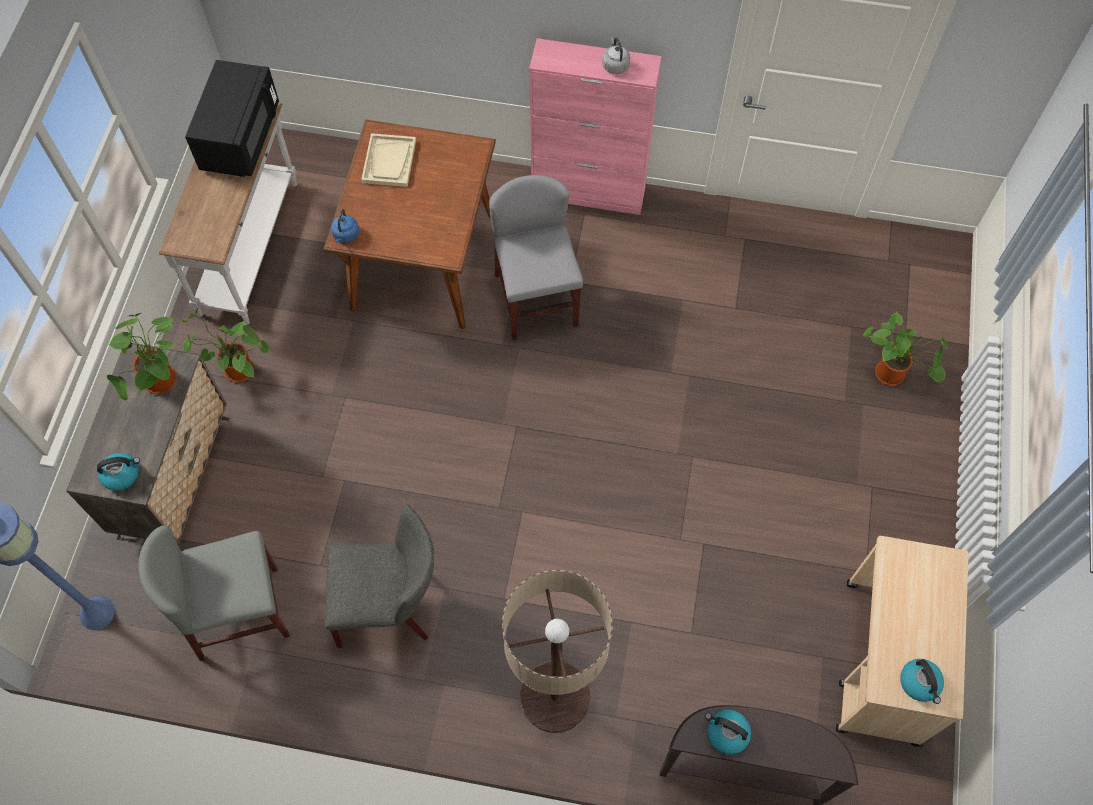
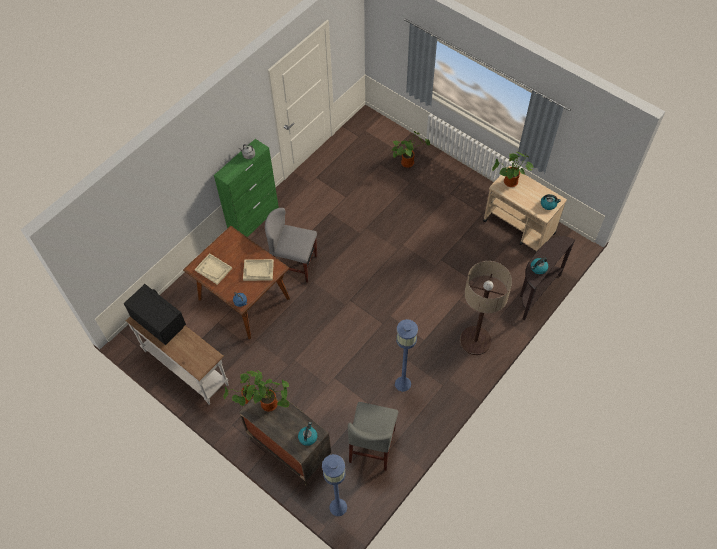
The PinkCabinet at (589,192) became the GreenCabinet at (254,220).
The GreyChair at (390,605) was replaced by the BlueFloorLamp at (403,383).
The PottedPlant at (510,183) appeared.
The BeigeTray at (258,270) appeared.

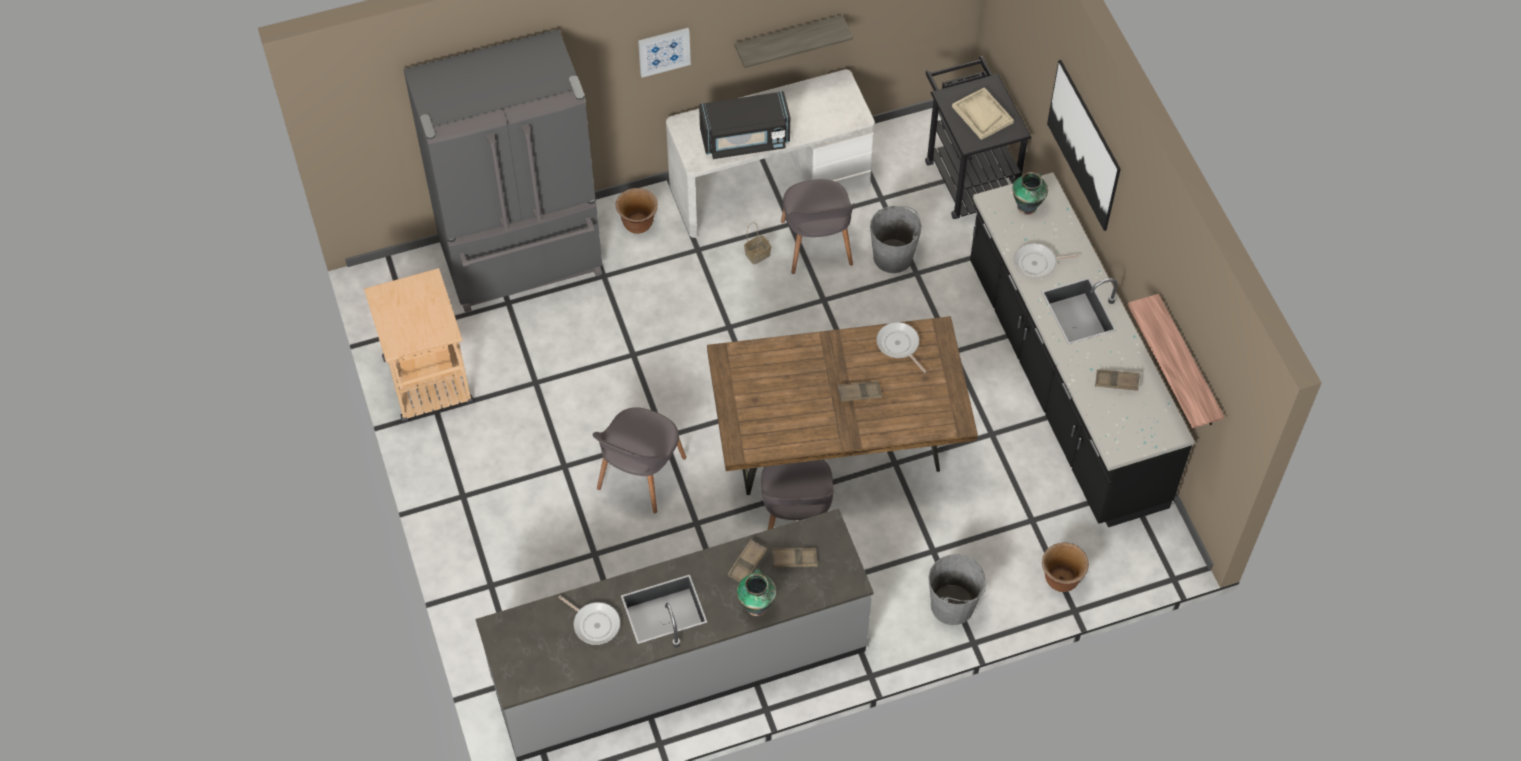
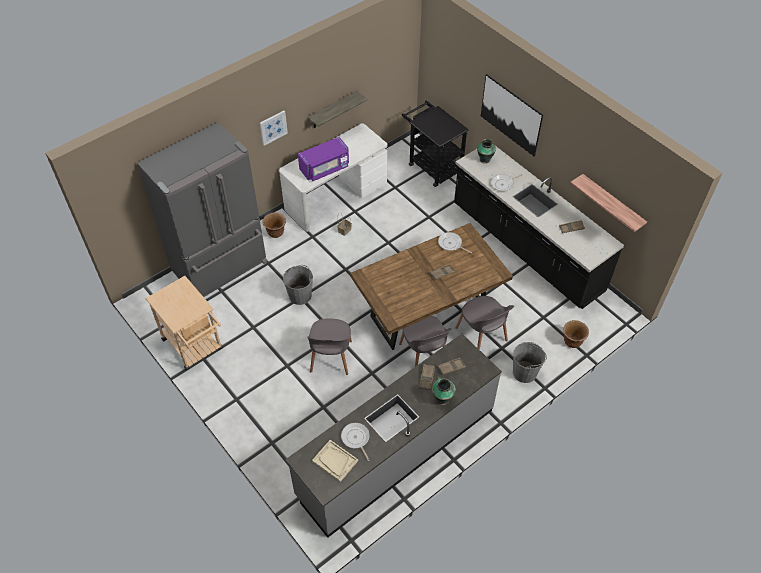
The BeigeTray moved from (982,115) to (335,461).
The BlackMicrowave at (745,139) became the PurpleMicrowave at (325,168).
The GreyChair moved from (816,245) to (482,335).
The GreyBucket moved from (893,256) to (300,295).
The FryingPan at (594,623) turned 135 degrees counterclockwise.

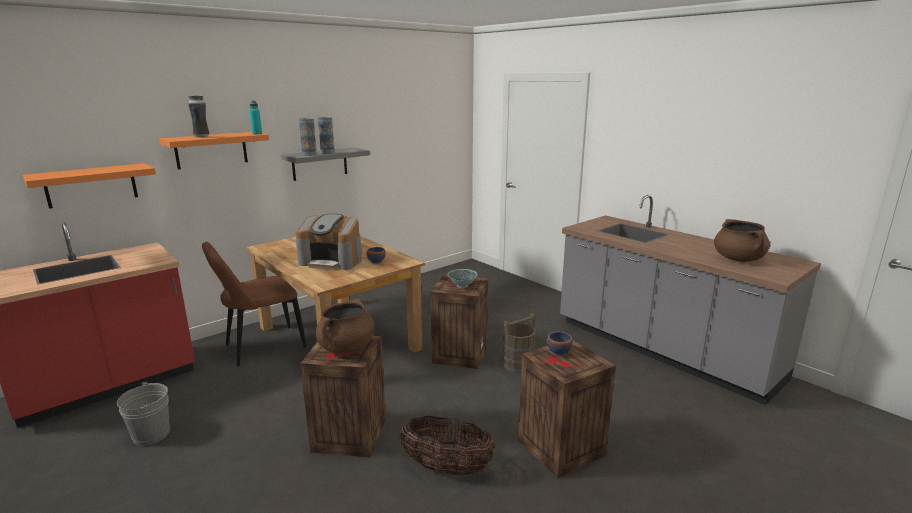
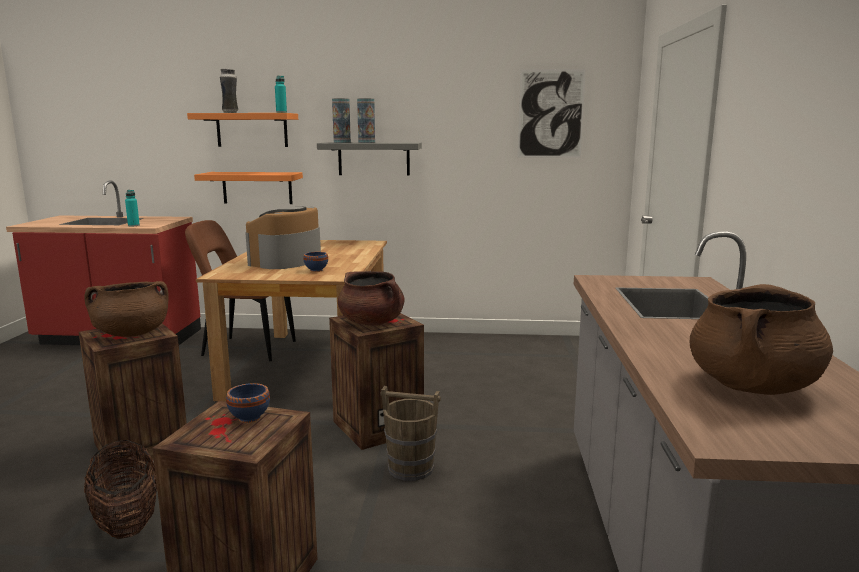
The OrangeShelf moved from (91,185) to (257,188).
The CoffeeMachine at (332,261) turned 60 degrees clockwise.
The Bowl at (462,286) was replaced by the BrownCookingPot at (372,322).
The GreyBucket at (151,434) disappeared.
The Picture at (550,114) appeared.
The TurquoiseBottle at (133,225) appeared.

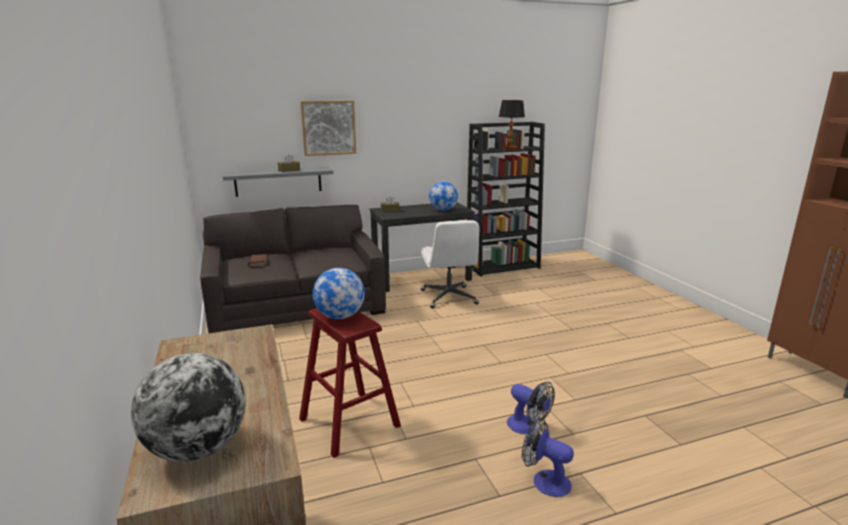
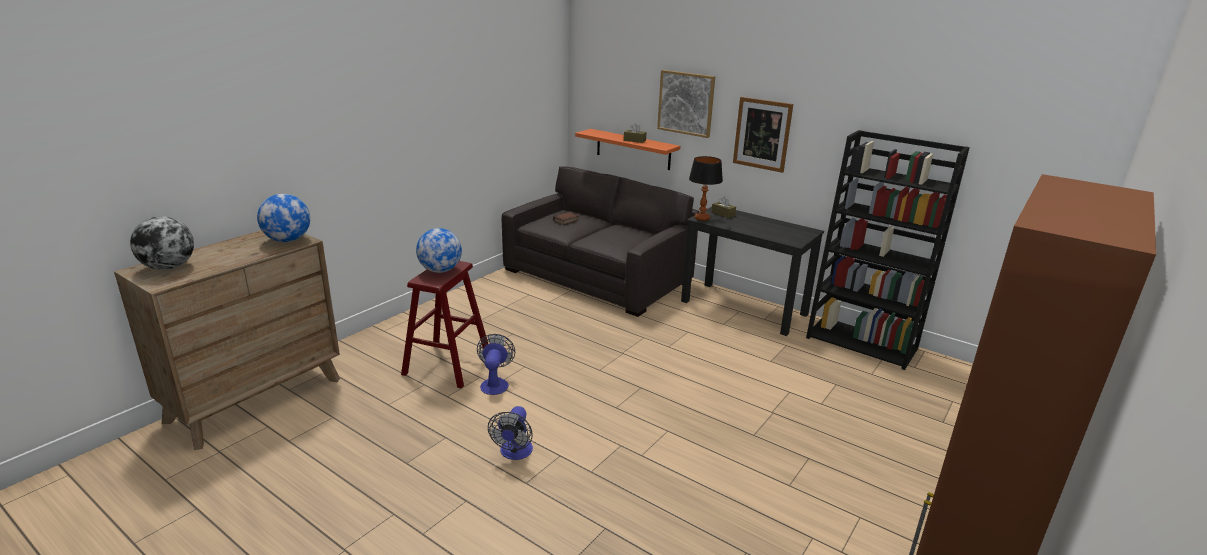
The TableLamp moved from (510,148) to (702,218).
The GreyShelf at (278,181) became the OrangeShelf at (633,149).
The Globe moved from (443,210) to (288,240).
The WhiteOfficeChair at (449,297) disappeared.
The Fan moved from (545,480) to (495,383).
The Picture at (762,134) appeared.

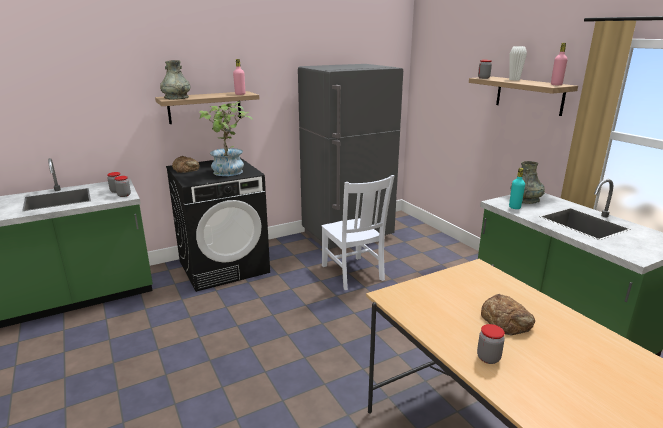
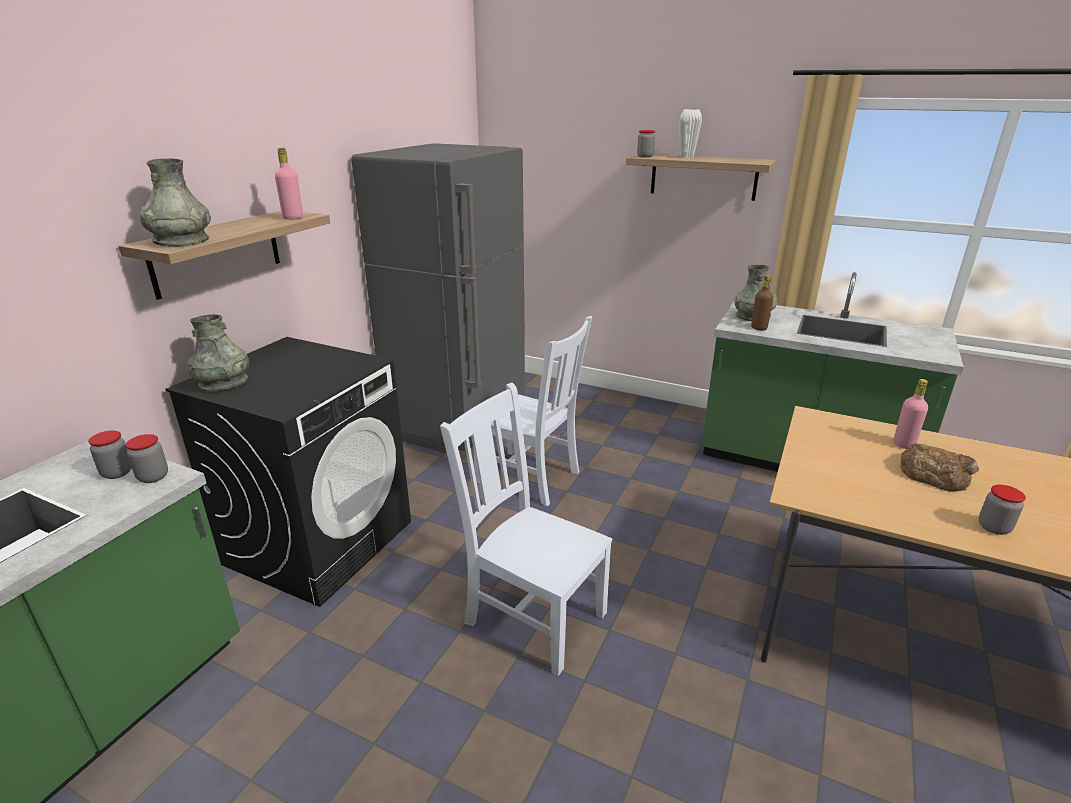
The PinkBottle moved from (556,84) to (903,444).
The PottedPlant at (229,173) disappeared.
The Bread at (186,168) was replaced by the GreyVase at (224,383).
The TurquoiseBottle at (514,207) became the BrownBottle at (759,328).
The WhiteChair at (532,615) appeared.

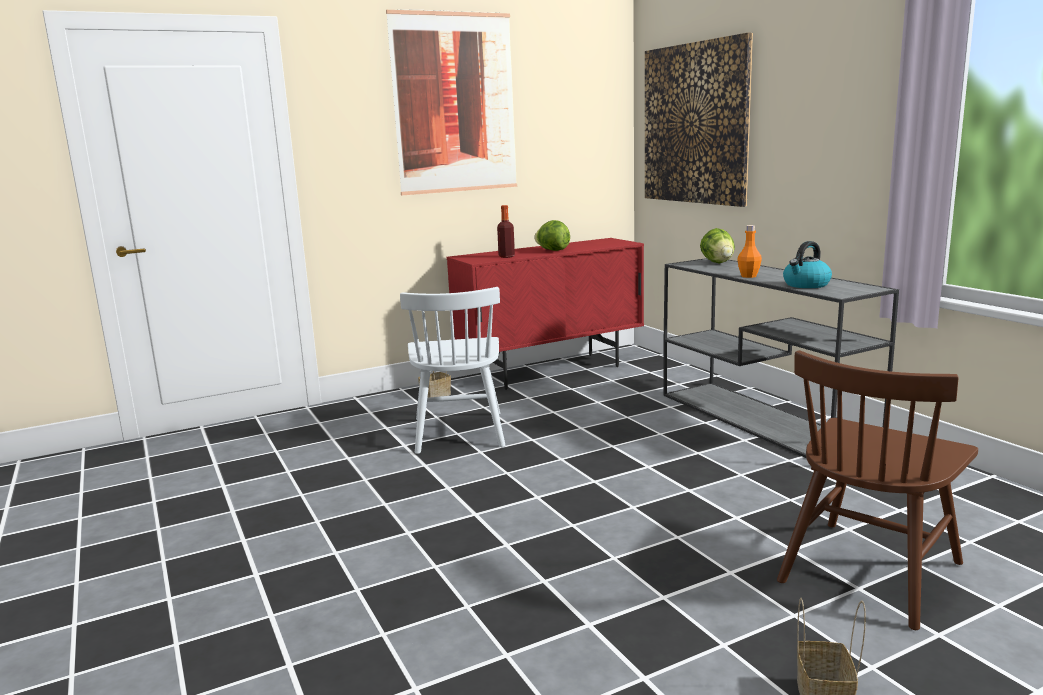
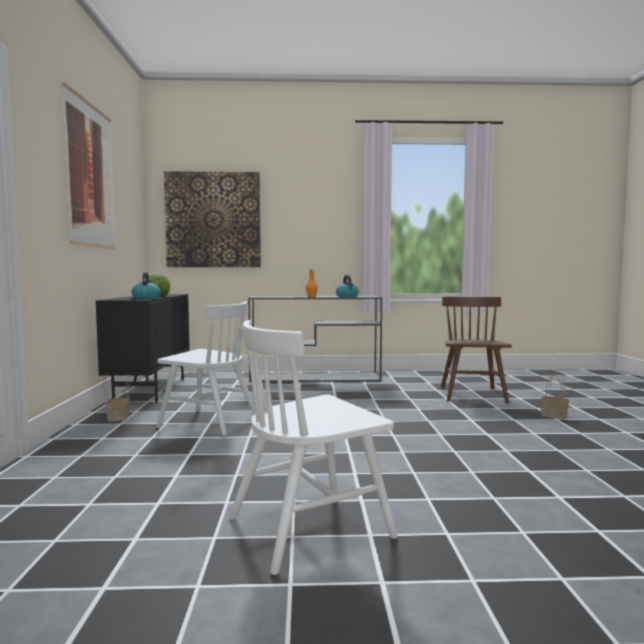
The Bottle at (506,256) was replaced by the Kettle at (146,298).
The Lettuce at (718,263) disappeared.
The RedCabinet at (551,371) became the BlackCabinet at (151,390).
The BrownChair at (869,571) turned 150 degrees counterclockwise.
The WhiteChair at (310,527) appeared.

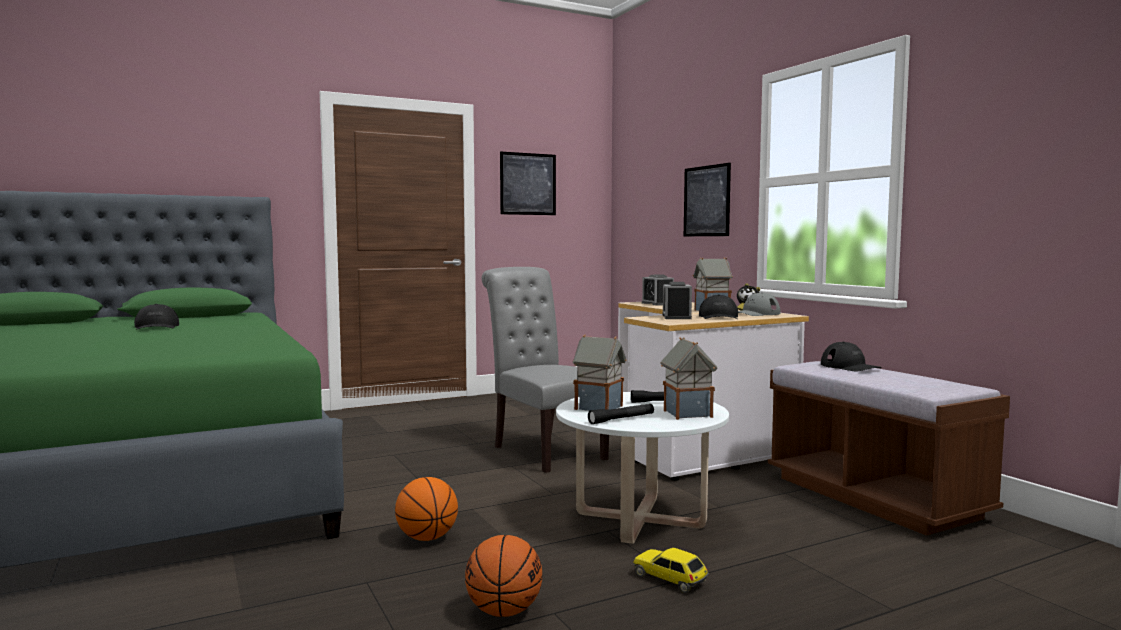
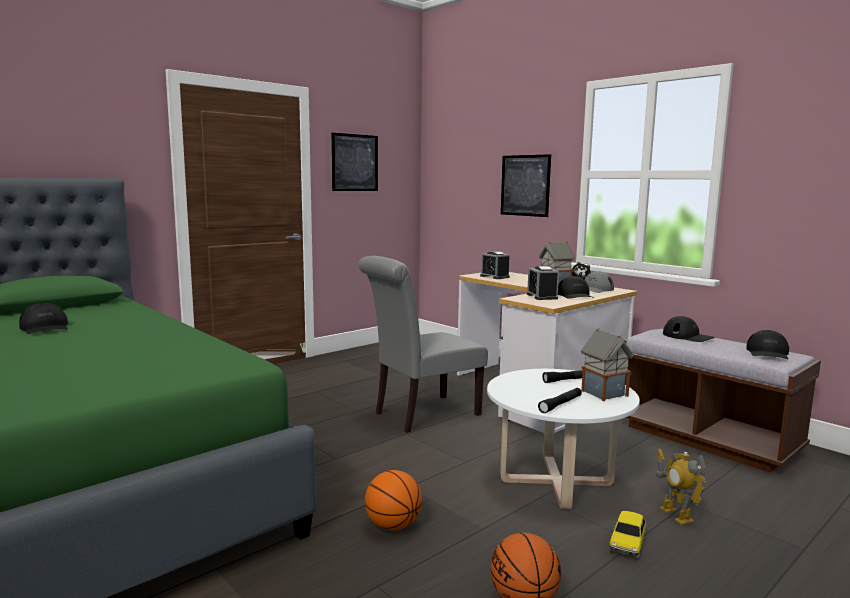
The GreyChair at (544,451) turned 75 degrees counterclockwise.
The ToyHouse at (600,408) disappeared.
The ToyCar at (670,579) turned 90 degrees counterclockwise.
The BlackCap at (768,353) appeared.
The ToyRobot at (676,515) appeared.

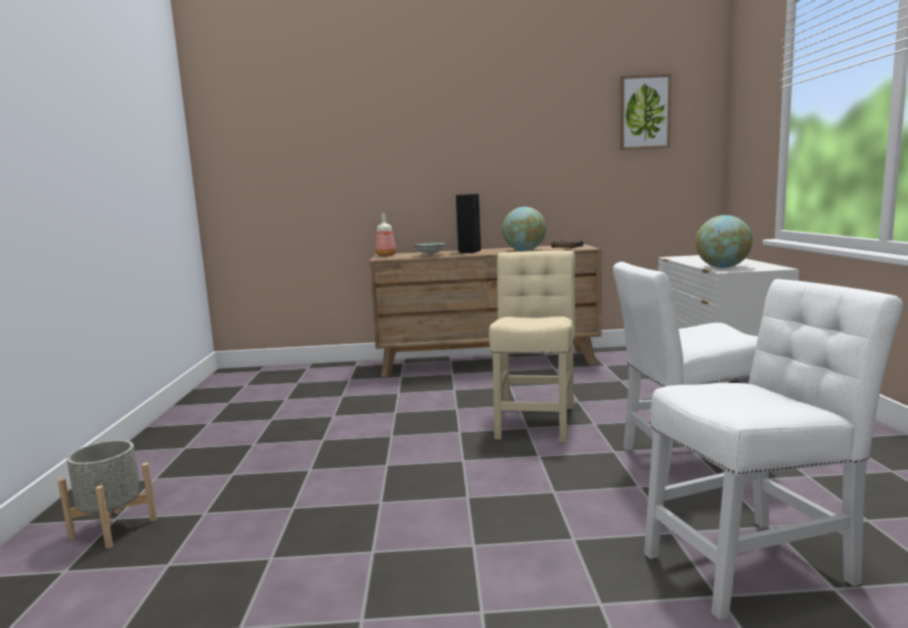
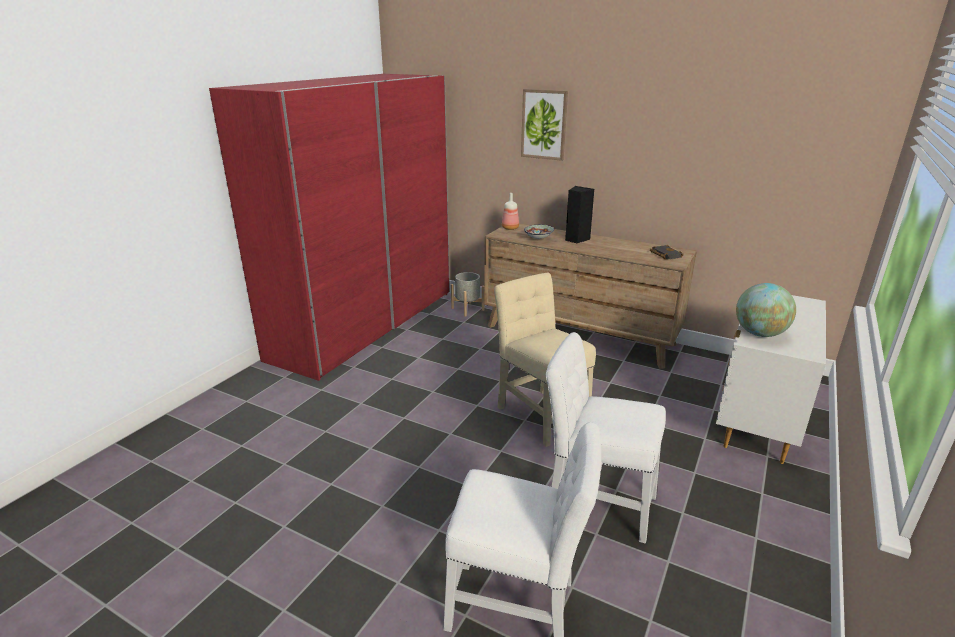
The Picture moved from (644,112) to (544,124).
The Globe at (524,250) disappeared.
The BeigeChair at (535,419) turned 75 degrees counterclockwise.
The GreyPlanter moved from (113,528) to (467,309).
The RedWardrobe at (365,324) appeared.

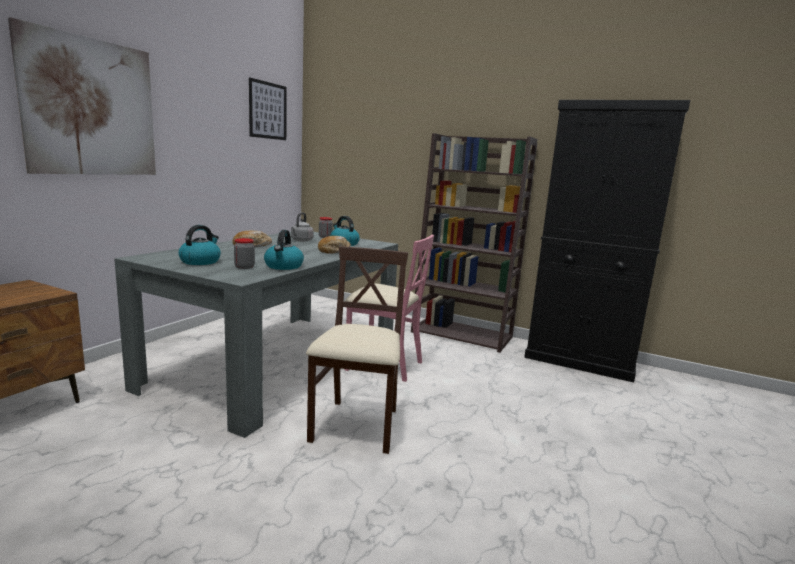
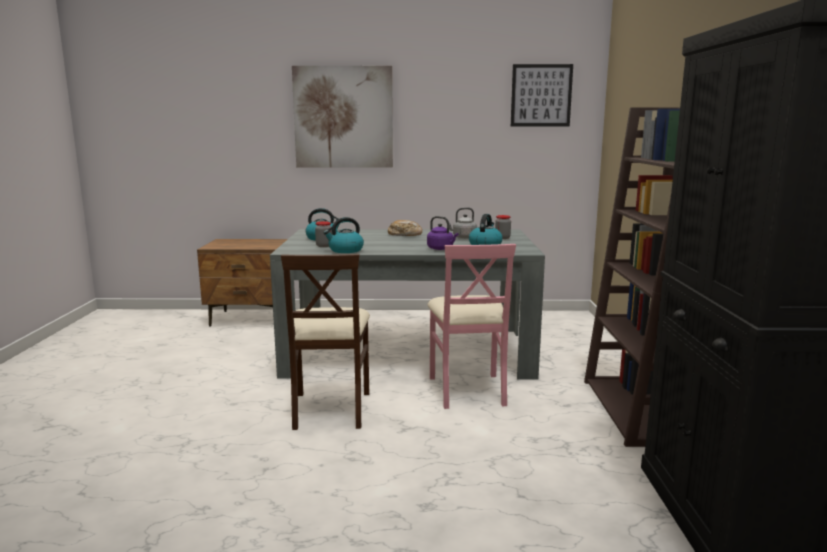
The Bread at (334,251) was replaced by the PurpleKettle at (441,248).
The BeigeChair at (357,426) turned 105 degrees clockwise.

